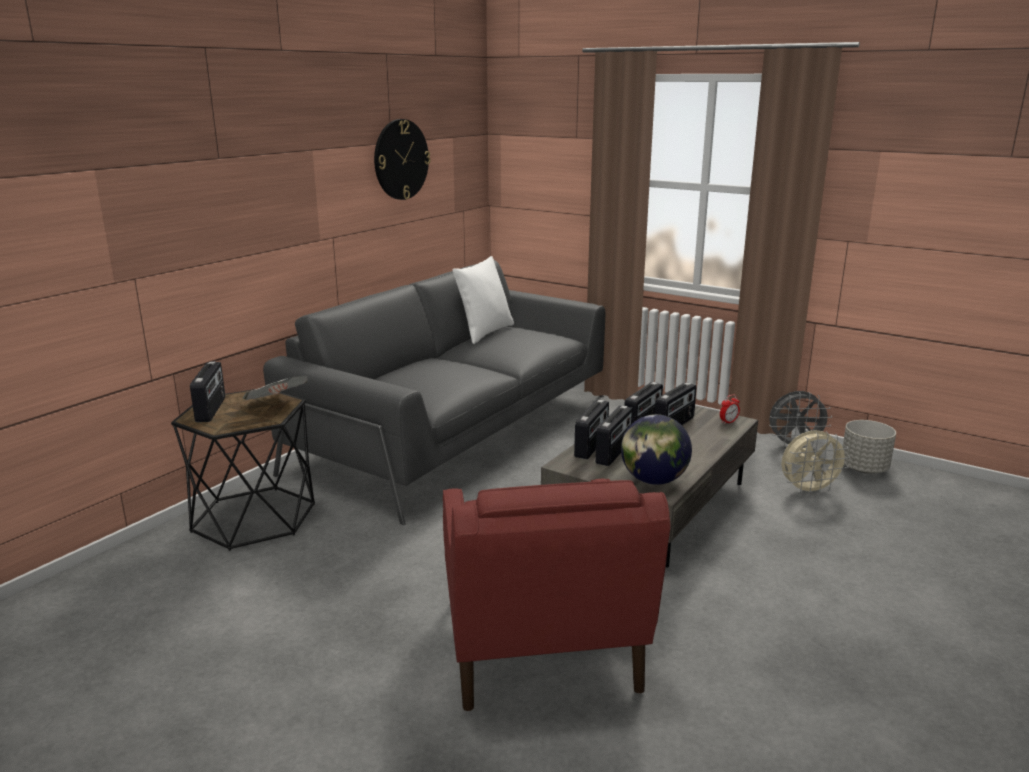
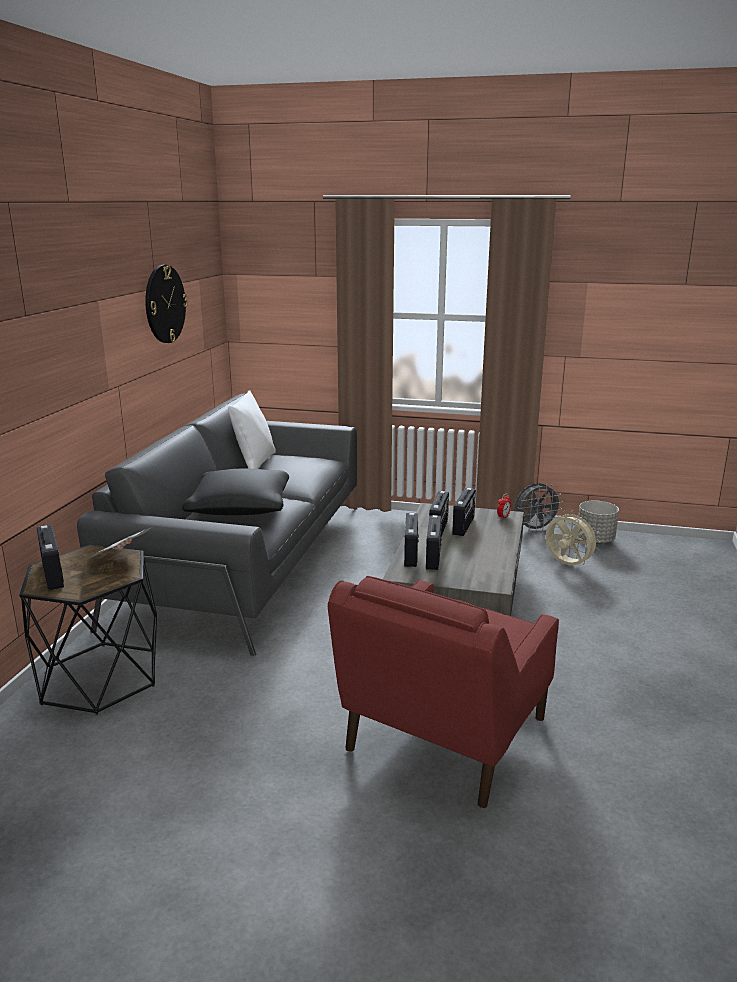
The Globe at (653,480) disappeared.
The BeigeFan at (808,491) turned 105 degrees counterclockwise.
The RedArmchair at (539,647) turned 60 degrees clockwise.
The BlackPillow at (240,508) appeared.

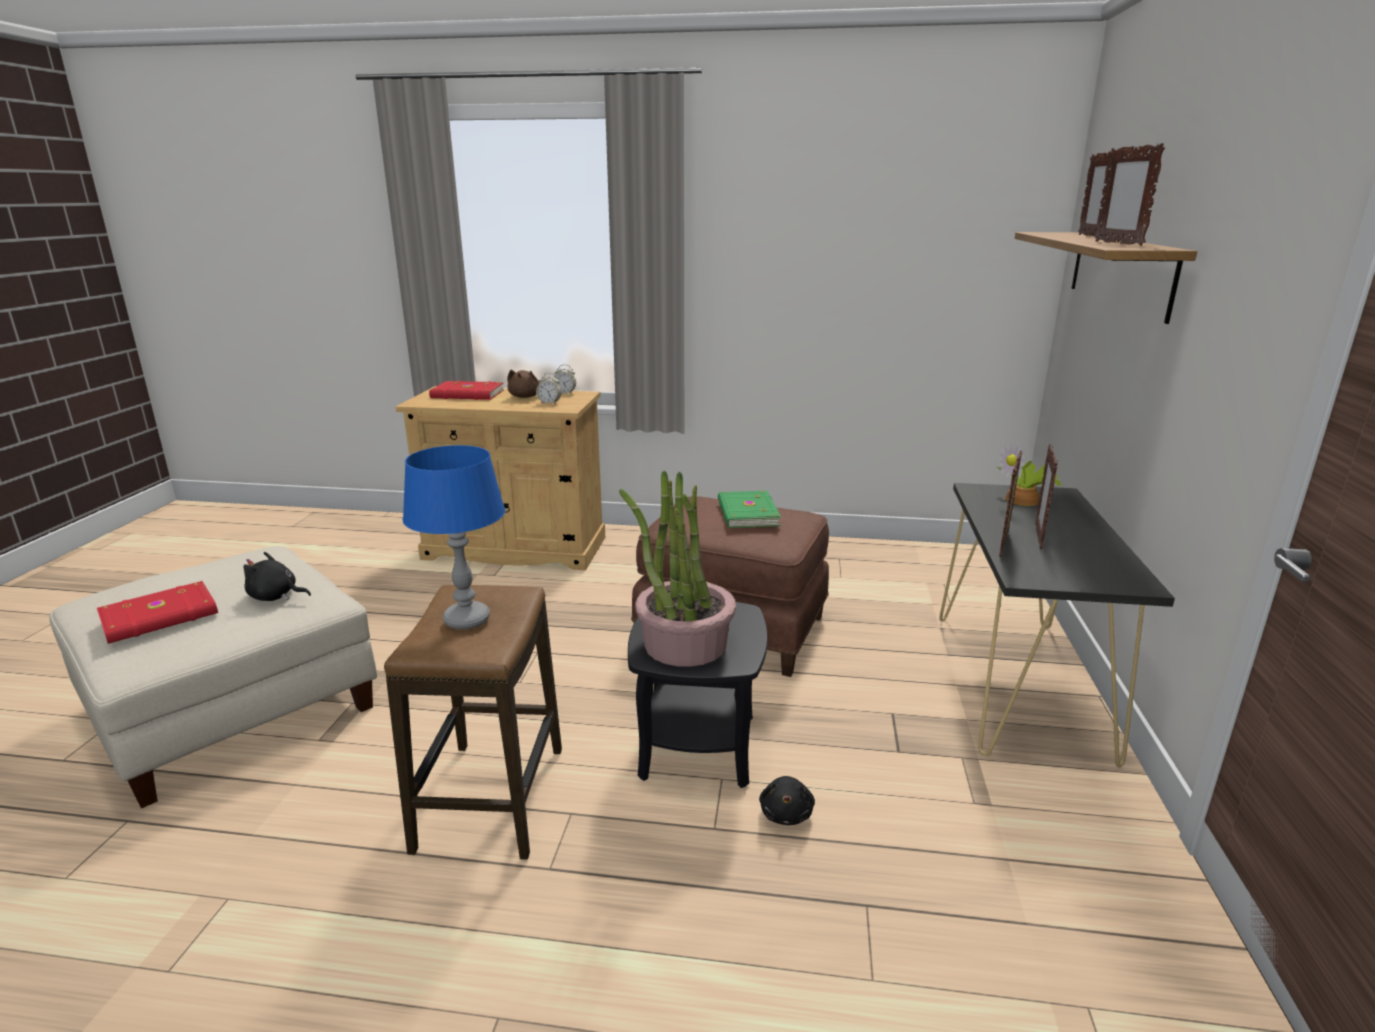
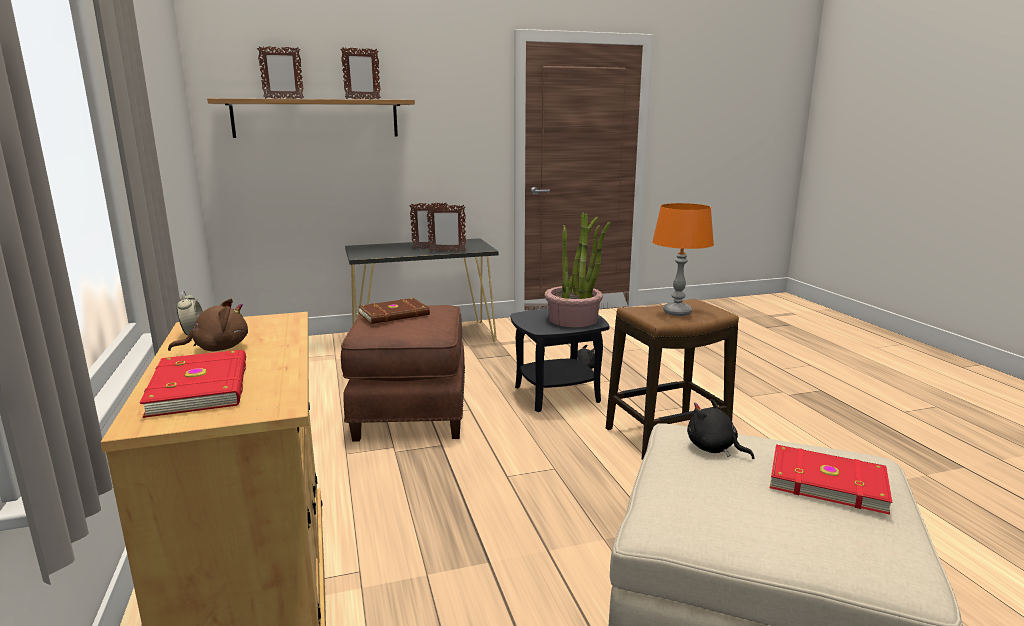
The AlarmClock at (549,403) disappeared.
The PottedPlant at (1025,500) disappeared.
The BlueTableLamp at (466,620) became the OrangeTableLamp at (677,312).
The GreenBook at (746,513) became the BrownBook at (395,314).
The BlackPlushToy at (276,596) turned 150 degrees clockwise.

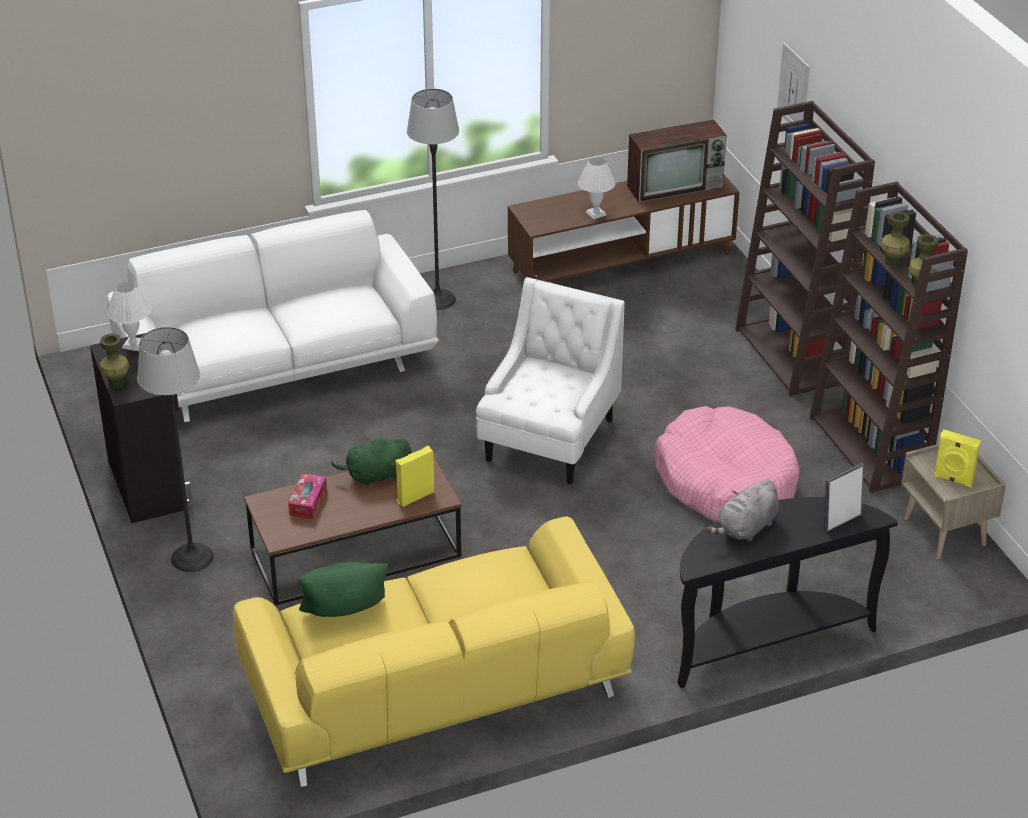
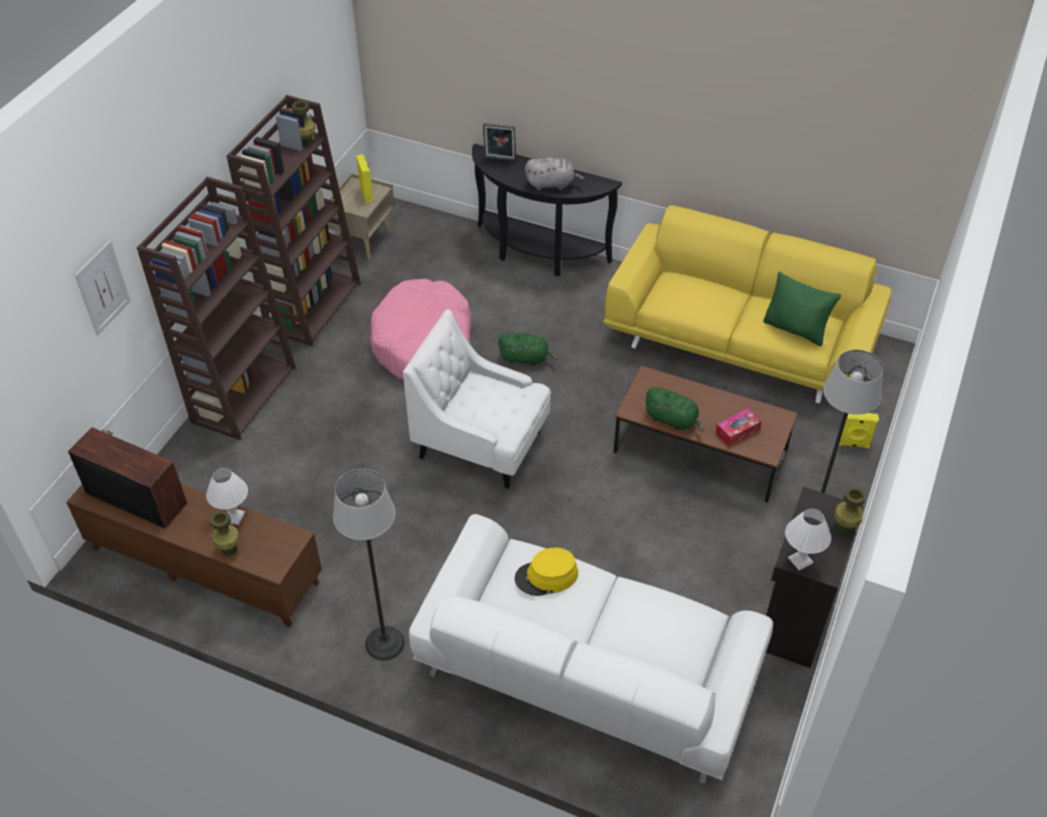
The GreenVase moved from (892,262) to (229,549).
The WhiteArmchair at (549,441) turned 45 degrees clockwise.
The YellowSpeaker moved from (415,496) to (853,444).
The GreenPlushToy at (526,358) appeared.
The YellowHat at (546,576) appeared.

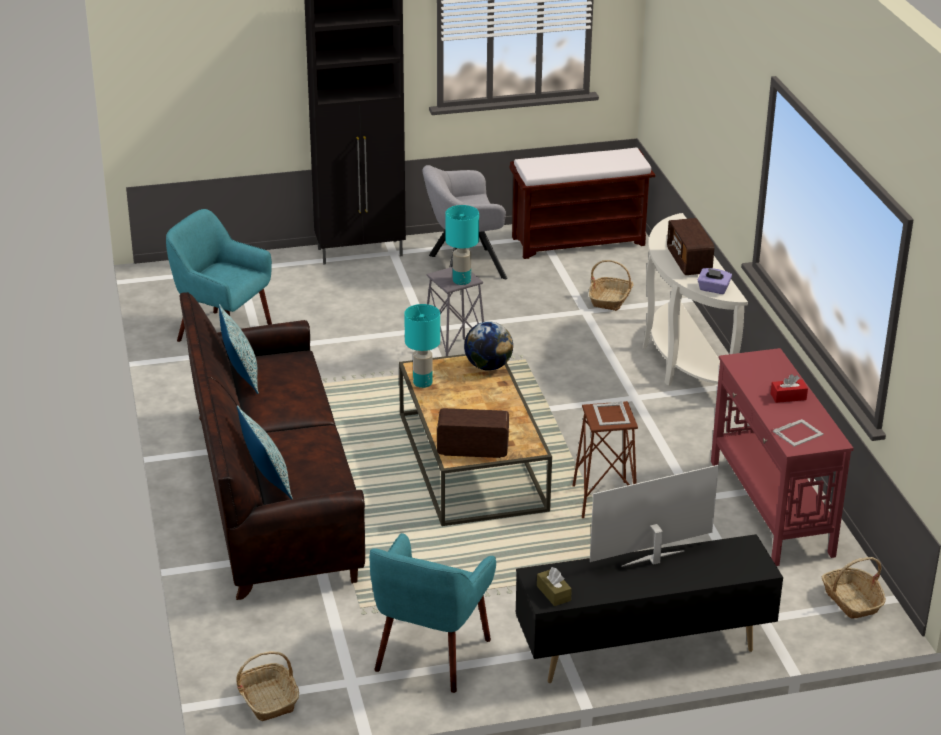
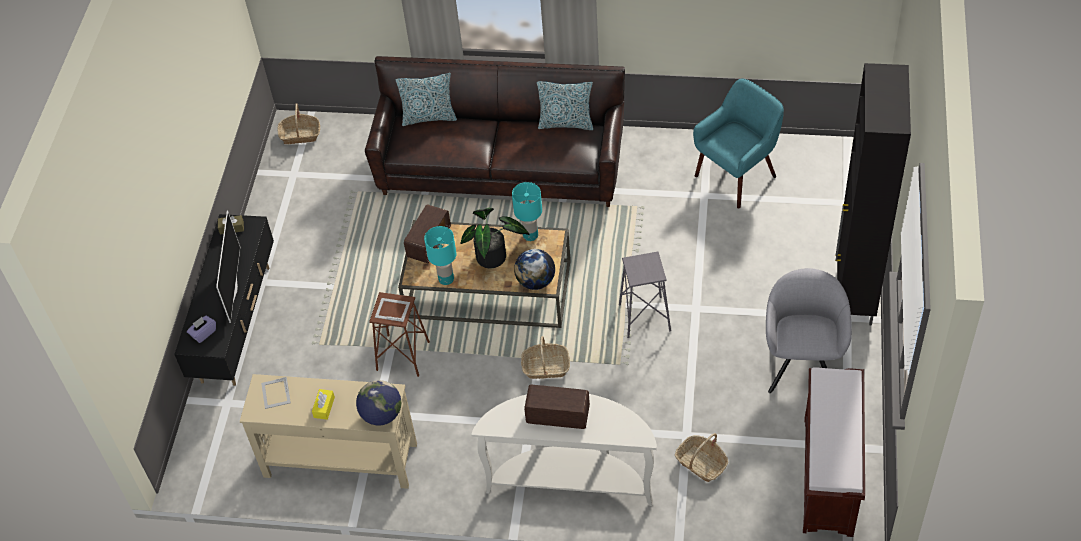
The TurquoiseTableLamp moved from (461,281) to (446,278).
The PurpleTissueBox moved from (713,289) to (203,333).
The RedConsoleTable at (770,508) became the BeigeConsoleTable at (340,459).
The RedTissueBox at (788,397) became the YellowTissueBox at (324,407).
The TurquoiseArmchair at (430,655) disappeared.
The Basket moved from (852,601) to (546,367).
The PottedPlant at (494,258) appeared.
The Globe at (382,415) appeared.

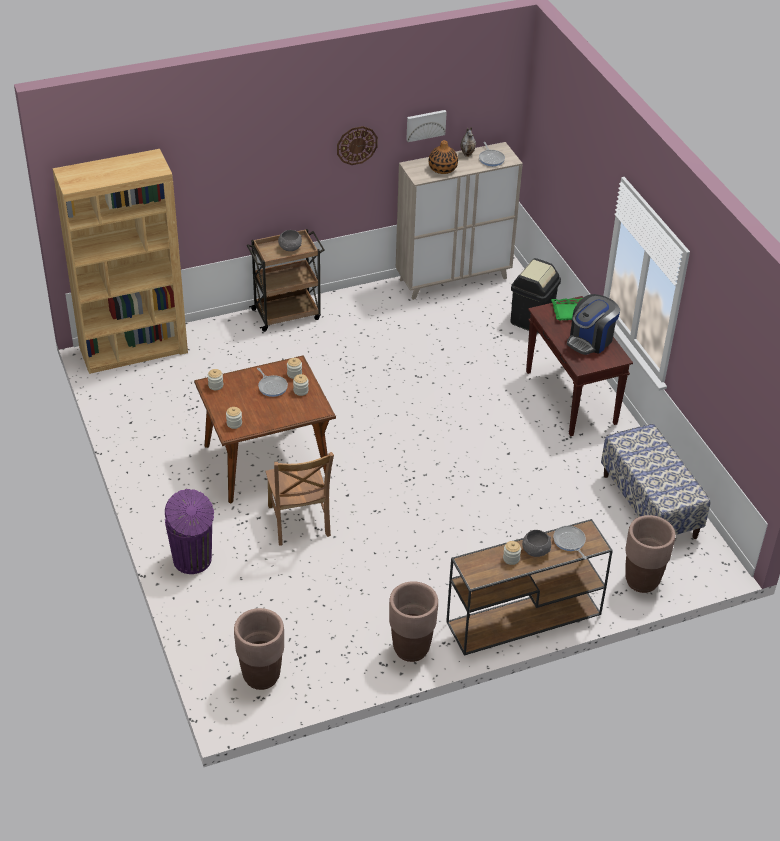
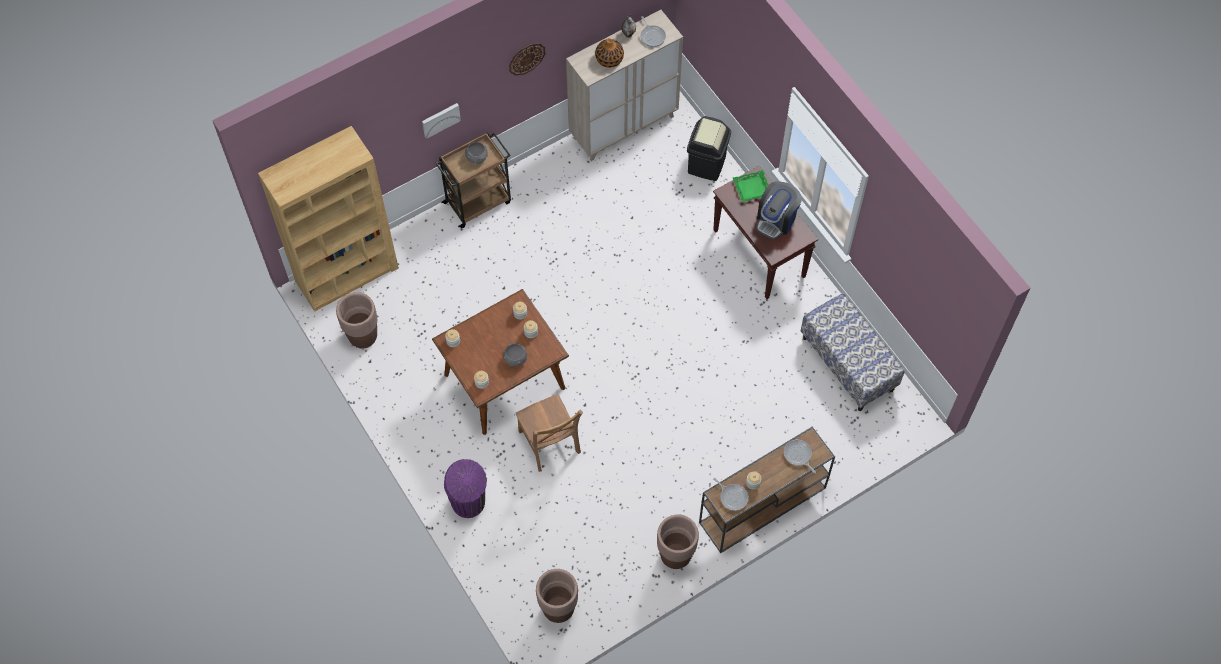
The Picture moved from (425,125) to (440,119).
The FryingPan moved from (272,386) to (732,497).
The BrownPlanter moved from (642,581) to (363,337).
The GreyBowl moved from (535,550) to (515,358).

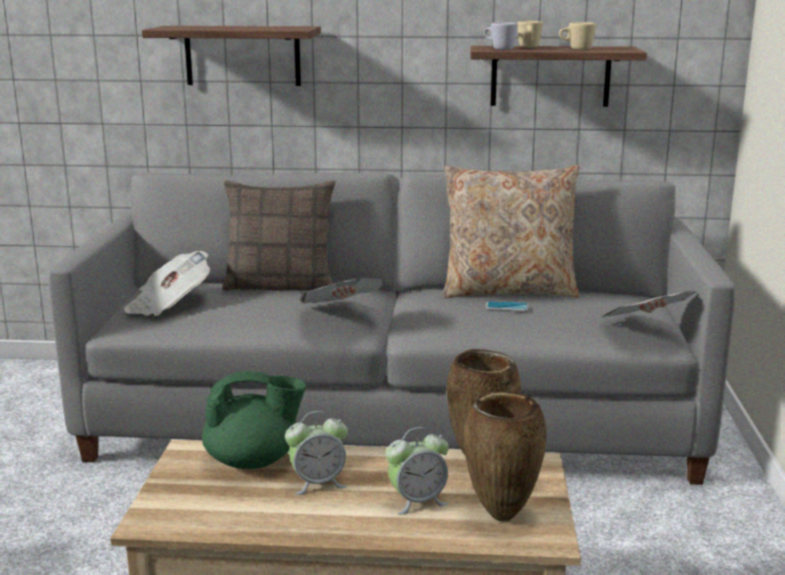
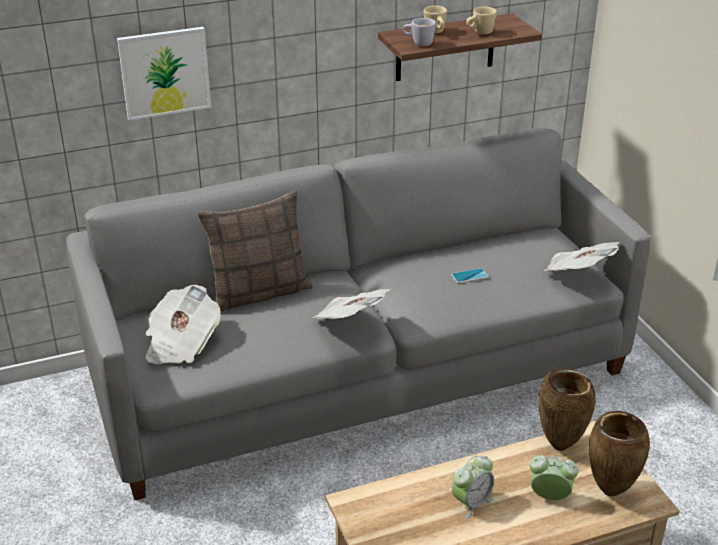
The Shelf at (242,55) was replaced by the Picture at (165,72).
The BeigePillow at (508,290) disappeared.
The GreenTeapot at (254,461) disappeared.
The AlarmClock at (417,501) turned 120 degrees counterclockwise.

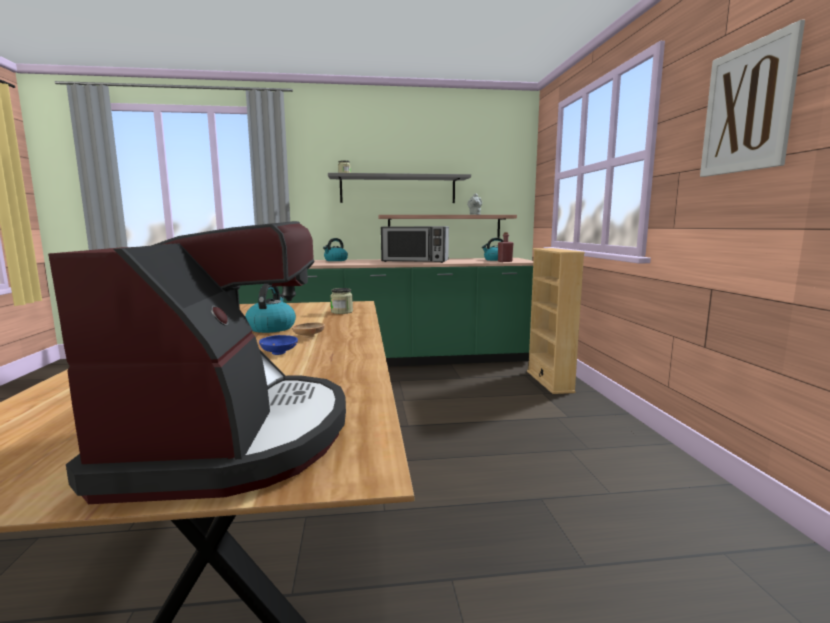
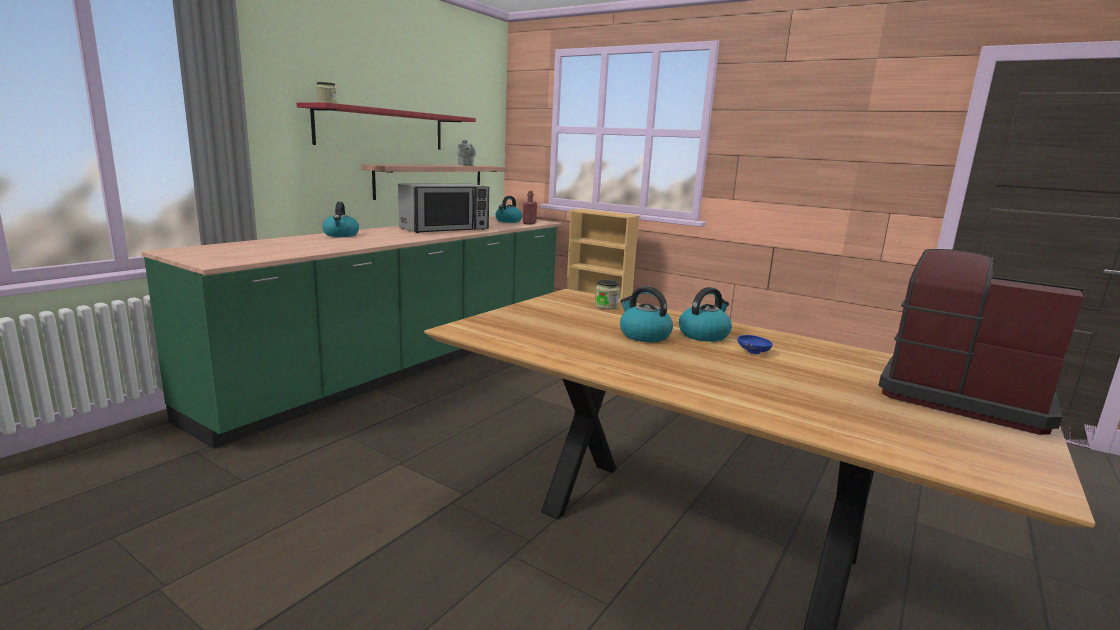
The Picture at (747,108) disappeared.
The GreyShelf at (398,189) became the RedShelf at (382,129).
The BrownBowl at (308,337) was replaced by the Kettle at (704,335).

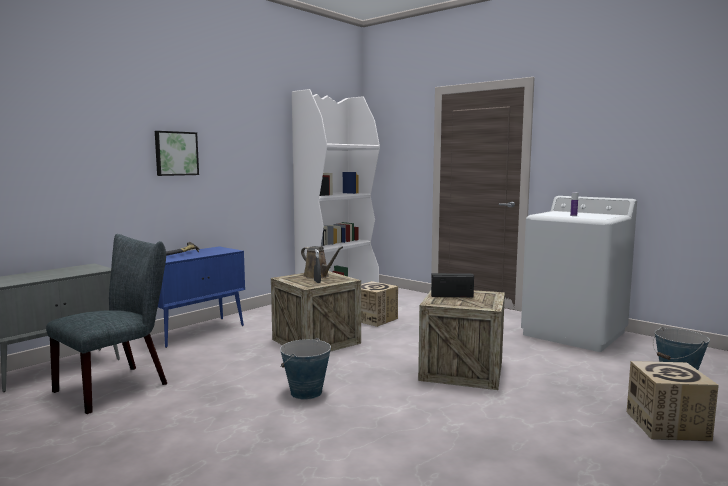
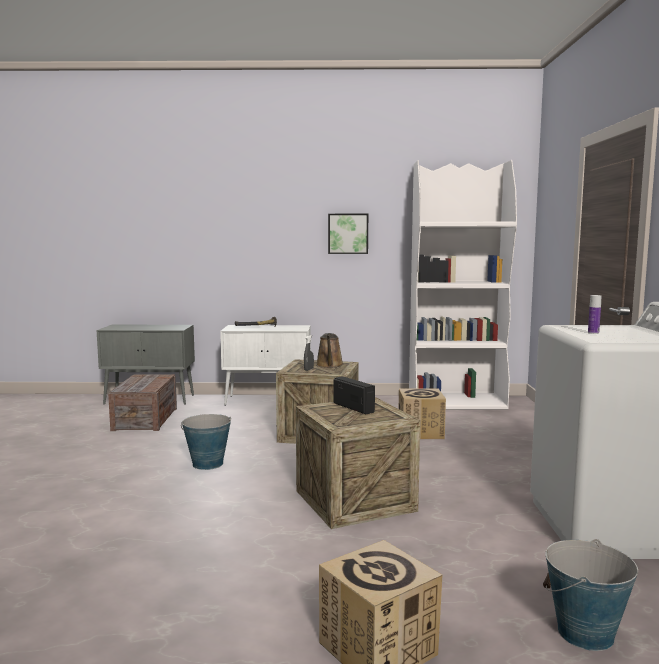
The Picture moved from (176,153) to (348,233).
The GreyChair at (118,385) was replaced by the Crate at (145,419).
The BlueCabinet at (197,332) became the WhiteCabinet at (268,400).

